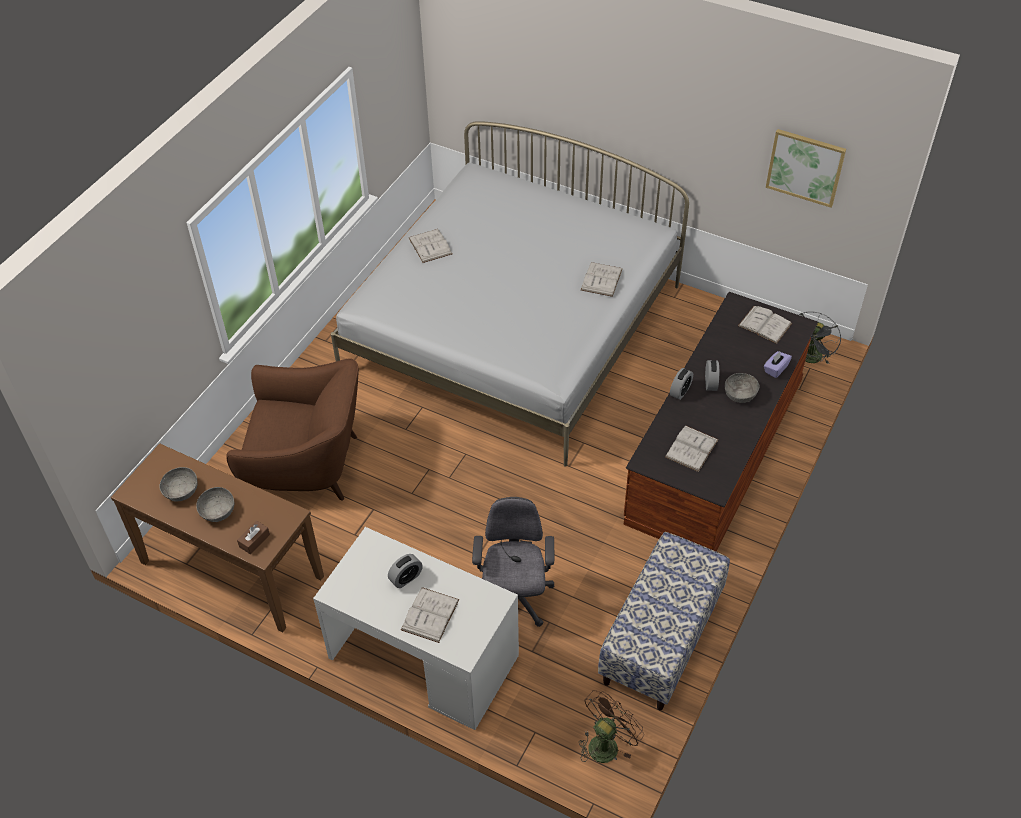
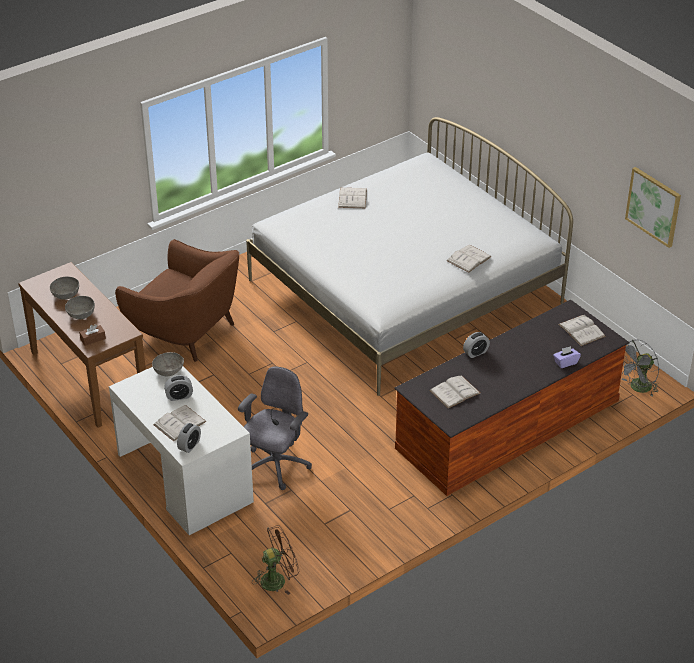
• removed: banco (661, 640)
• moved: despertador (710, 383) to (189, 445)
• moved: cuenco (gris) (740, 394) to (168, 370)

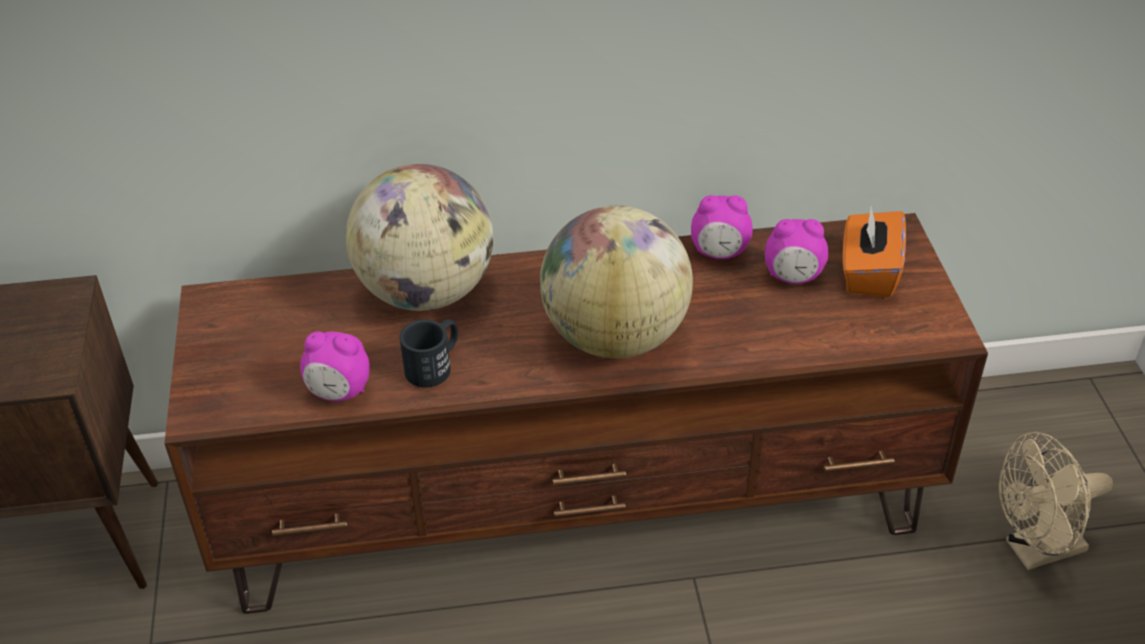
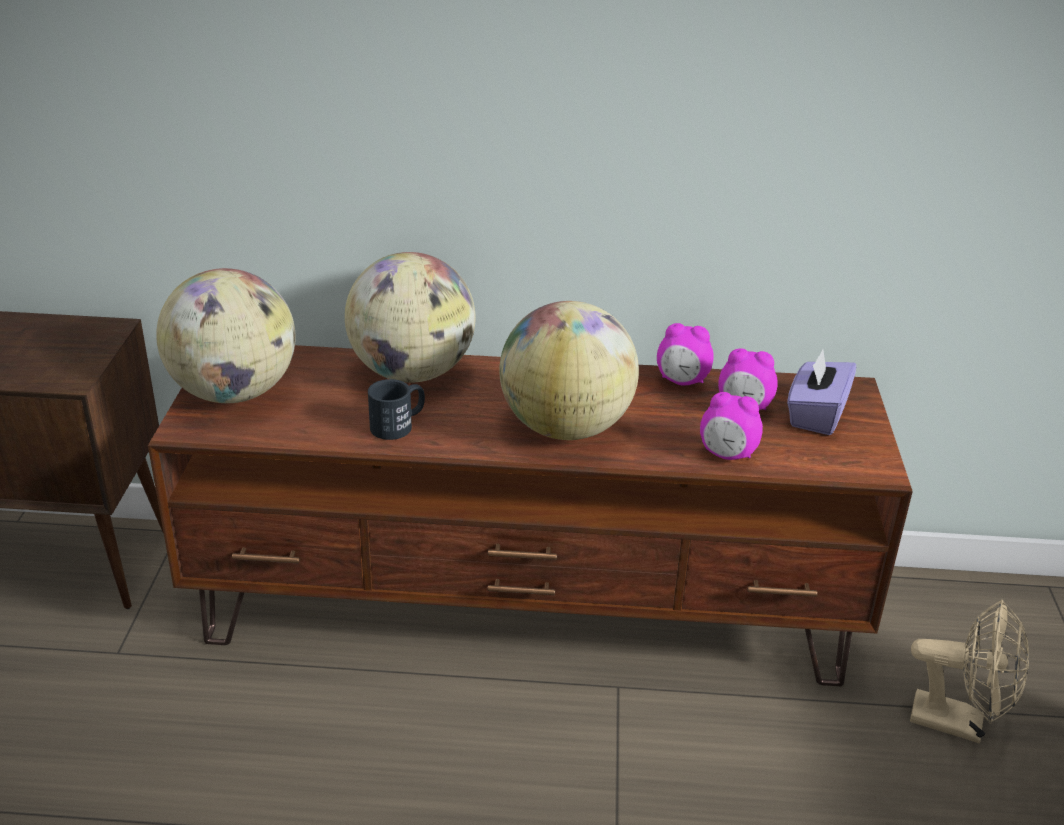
• added: globo terráqueo (234, 393)
• moved: despertador (339, 392) to (727, 455)
• recoloured: caja de pañuelos (naranja) (868, 273) to caja de pañuelos (morado) (816, 415)
• turned: ventilador (beis) (1035, 551) = (959, 723) 150 degrees counterclockwise

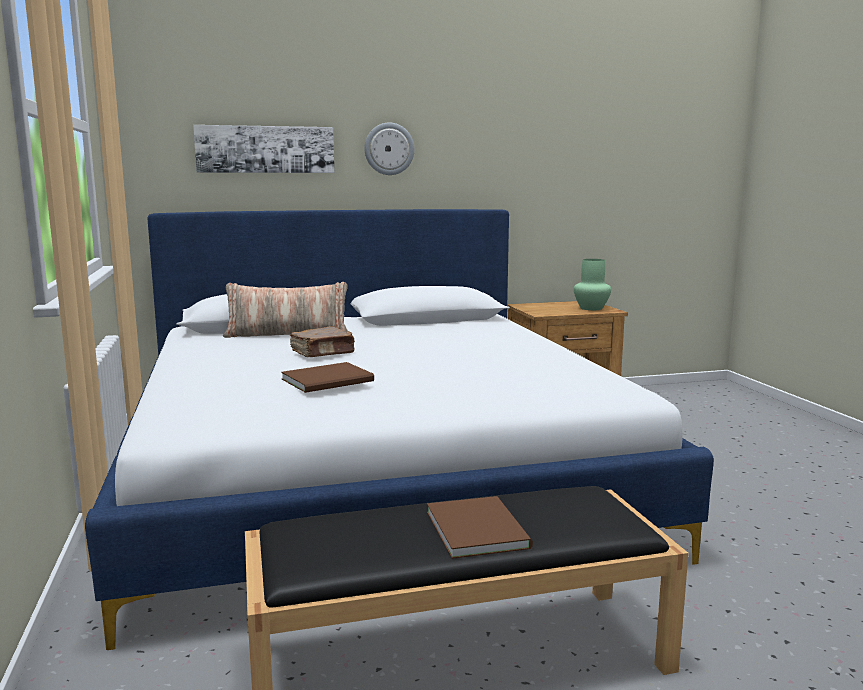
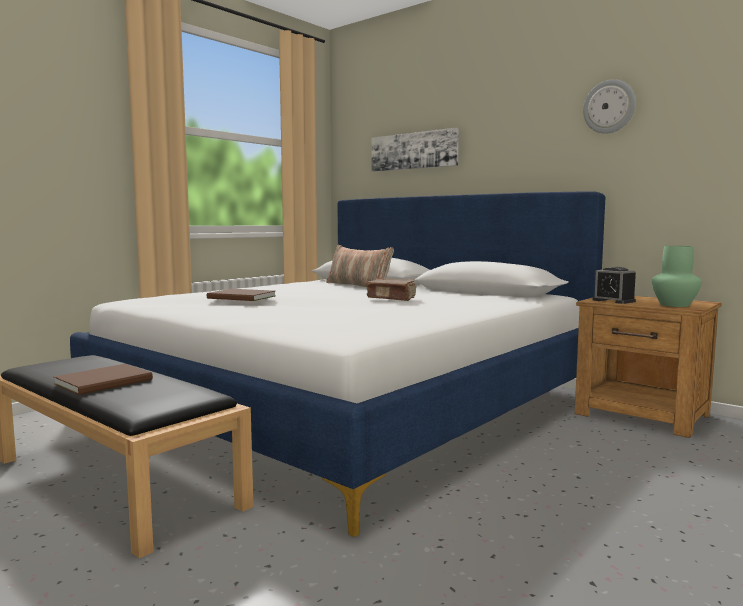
• added: despertador (613, 301)
• moved: libro (marrón) (323, 353) to (392, 298)
• moved: reloj de pared (389, 149) to (609, 107)

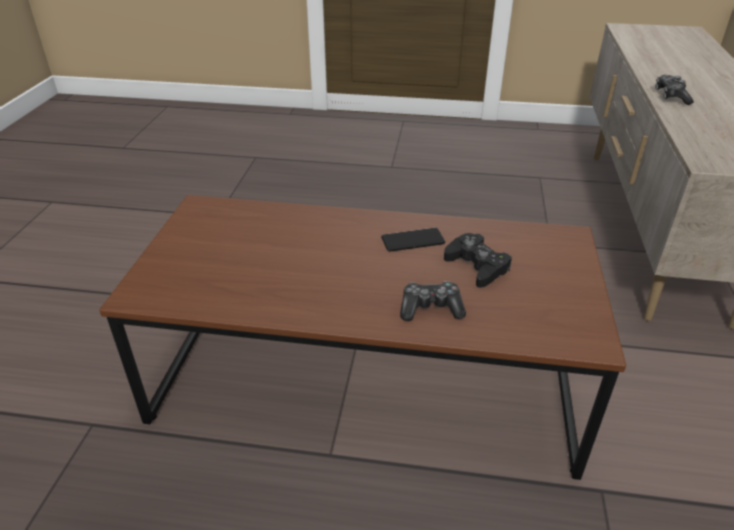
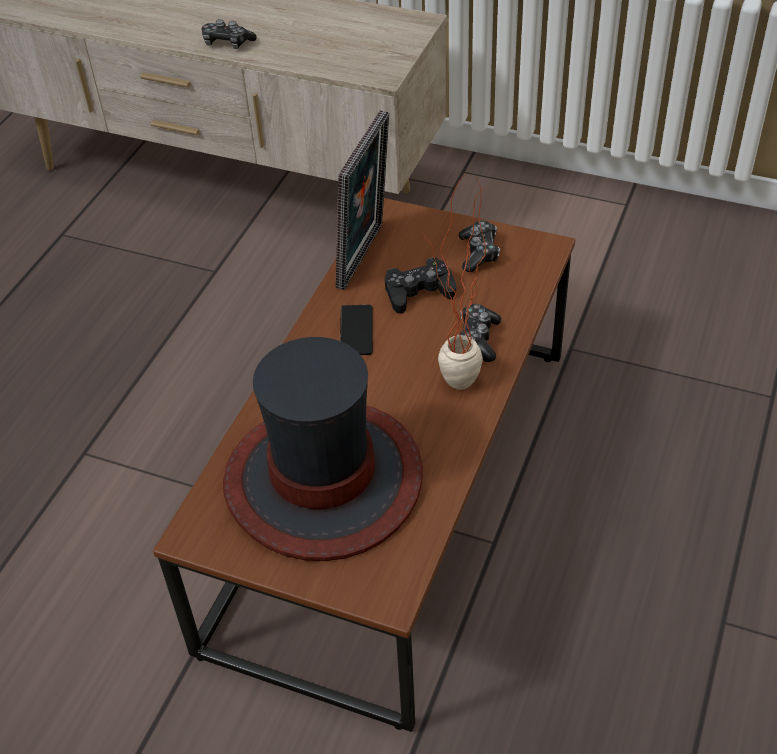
• added: sombrero (324, 480)
• added: portarretratos (366, 257)
• added: planta en maceta (454, 392)
• added: mando de consola (479, 253)

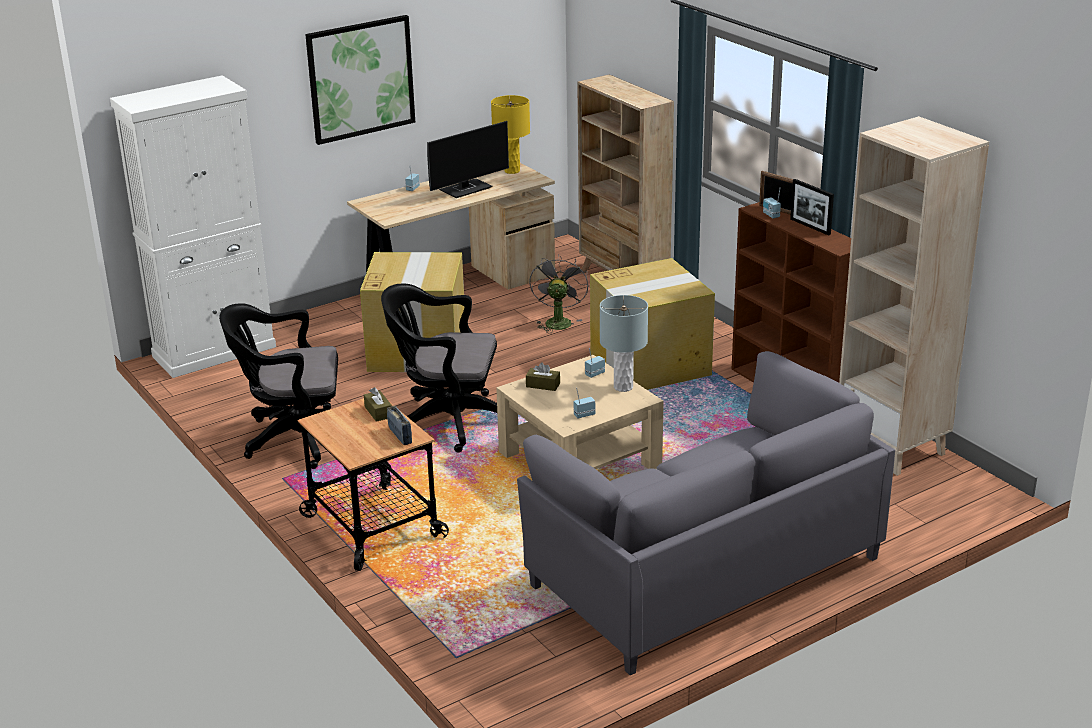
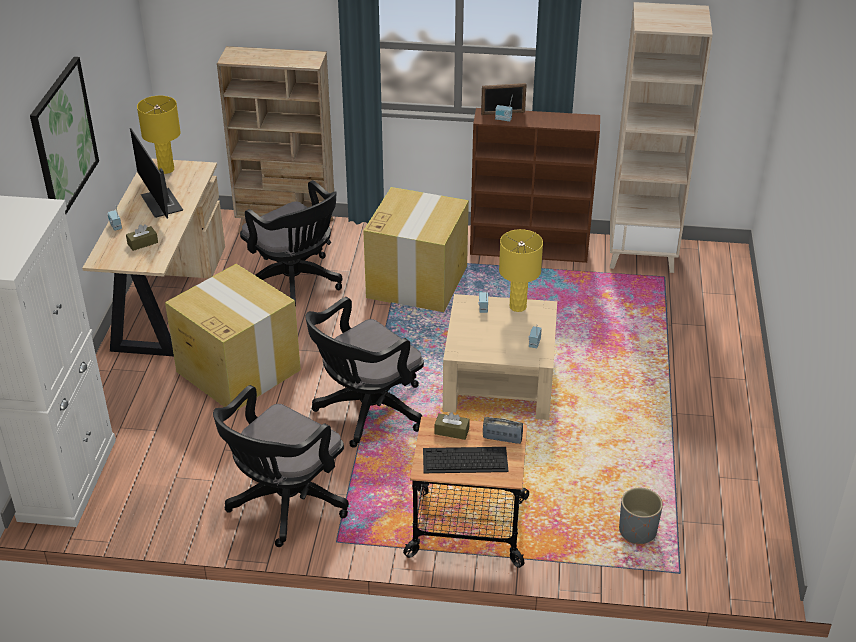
• removed: sofá (gris) (704, 571)
• removed: portarretratos (810, 227)
• added: teclado (464, 460)
• added: maceta (gris) (637, 531)
• moved: caja de pañuelos (marrón) (543, 385) to (142, 243)
• replaced: ventilador (gris) (557, 321) to silla de oficina (negro) (296, 284)
• recoloured: lámpara de mesa (gris) (623, 387) to lámpara de mesa (amarillo) (518, 306)
• turned: monitor (466, 189) = (162, 204) 150 degrees clockwise

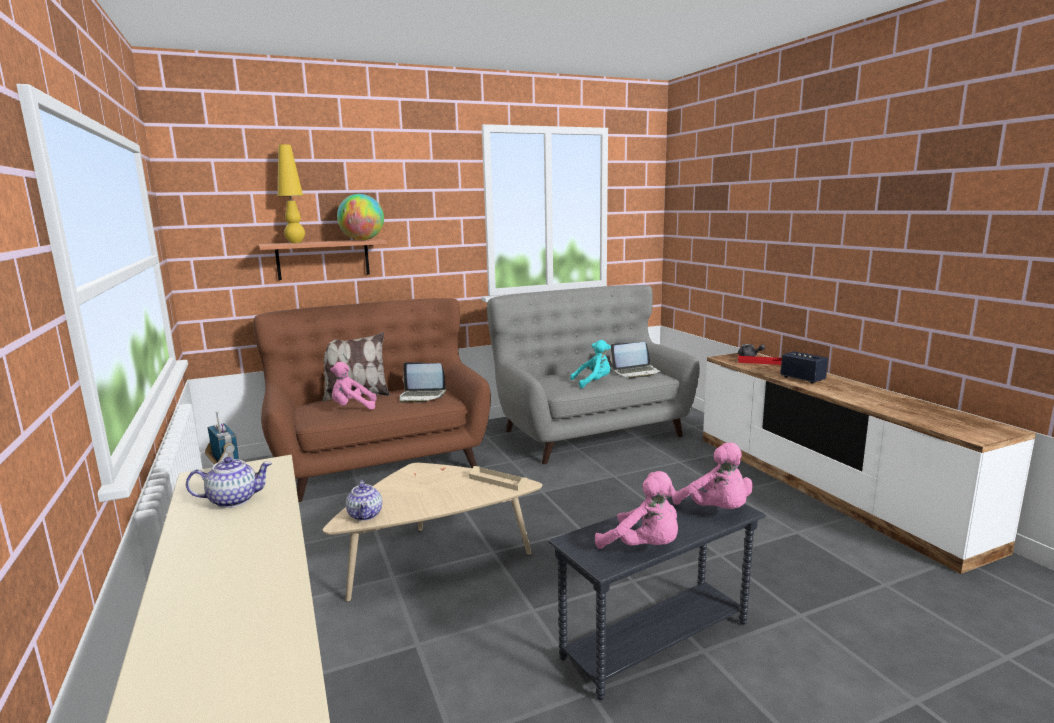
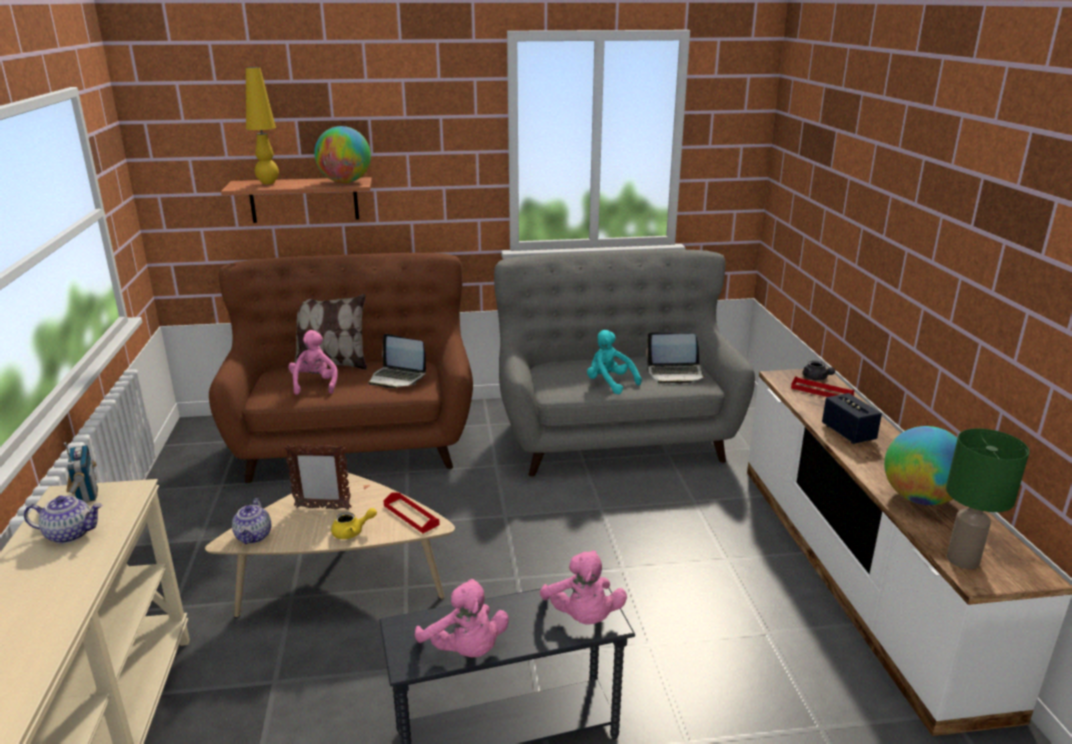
• added: portarretratos (322, 508)
• added: tetera (amarillo) (352, 532)
• added: globo terráqueo (919, 498)
• added: lámpara de mesa (verde) (963, 559)
• recoloured: bandeja (beis) (498, 481) to bandeja (rojo) (411, 515)
• turned: peluche (rosa) (352, 408) = (315, 384) 75 degrees clockwise
• turned: peluche (turquesa) (593, 382) = (609, 383) 135 degrees counterclockwise

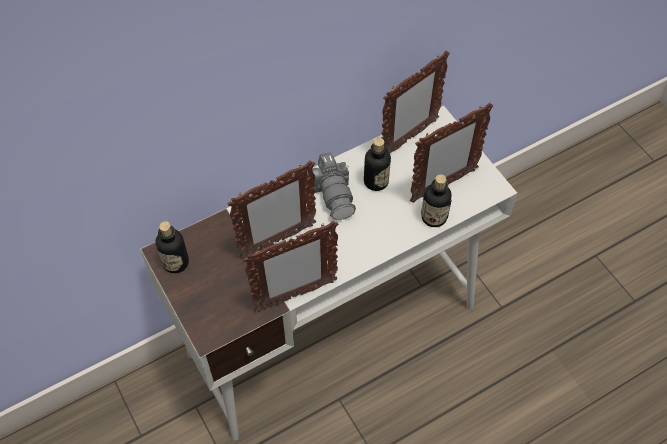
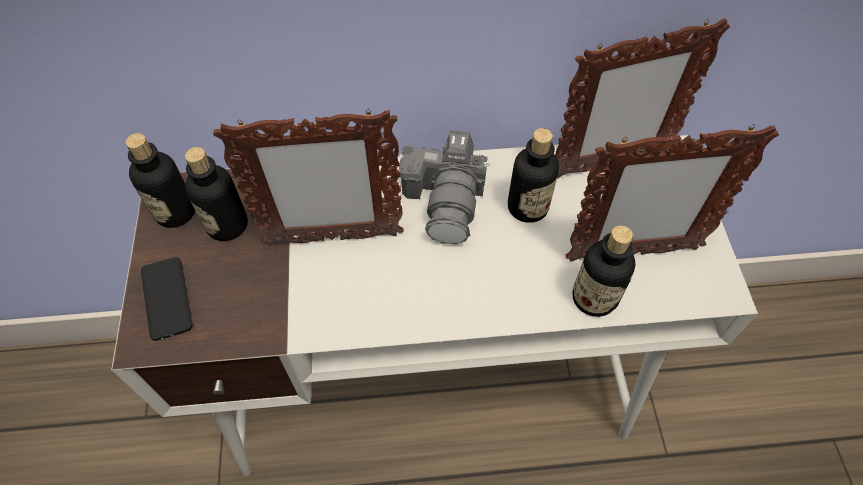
• removed: portarretratos (295, 296)
• added: móvil (166, 298)
• added: botella (227, 225)

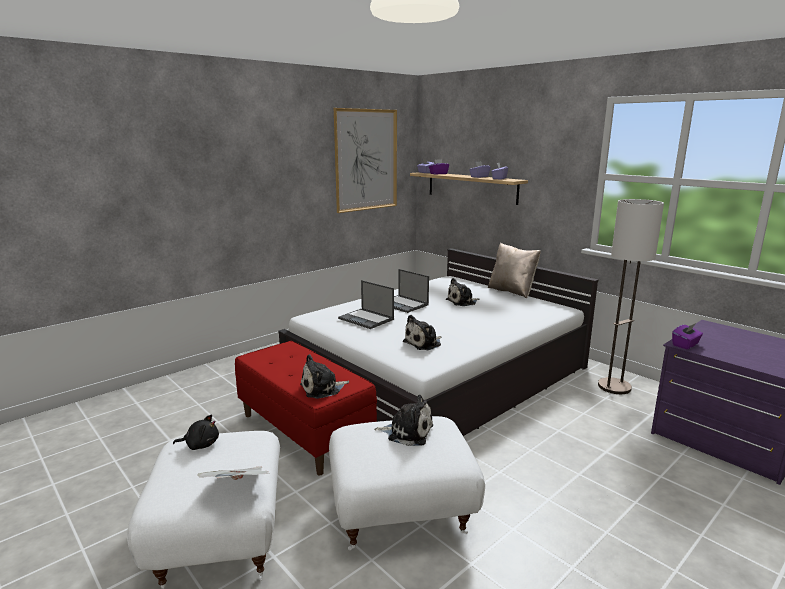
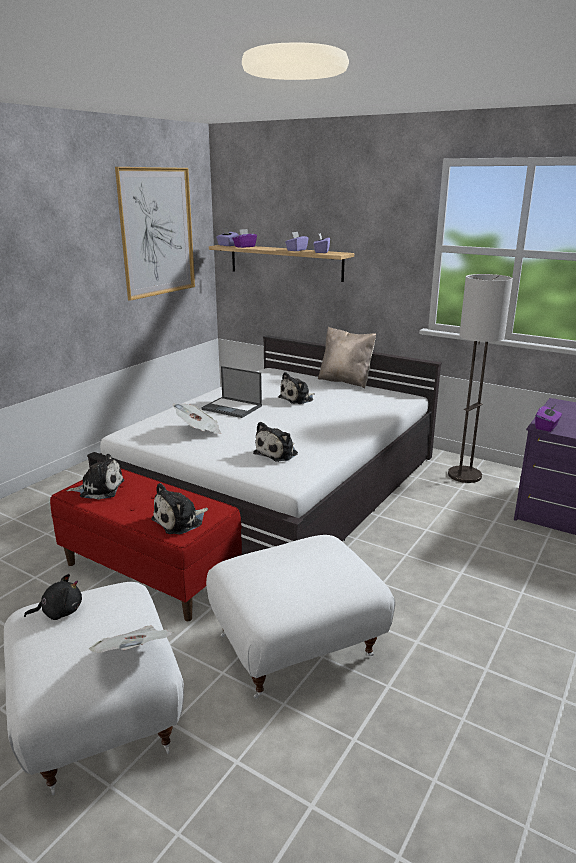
• moved: peluche (407, 432) to (99, 489)
• replaced: portátil (367, 319) to periódico (199, 430)

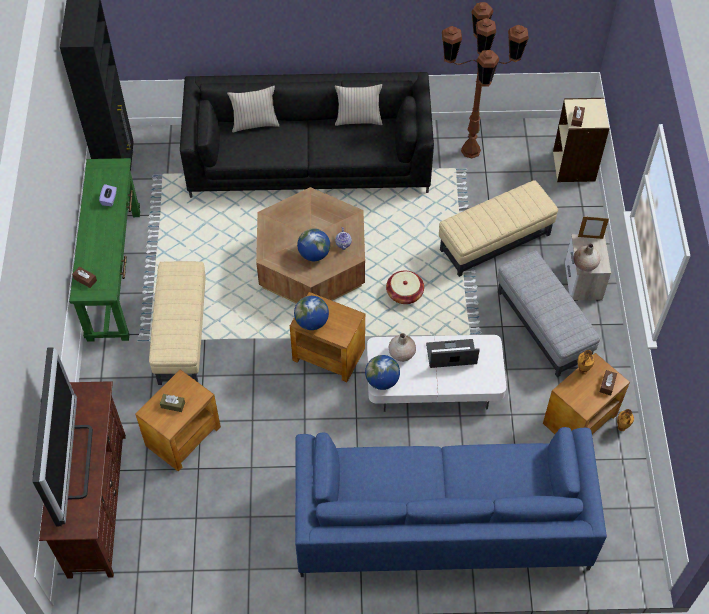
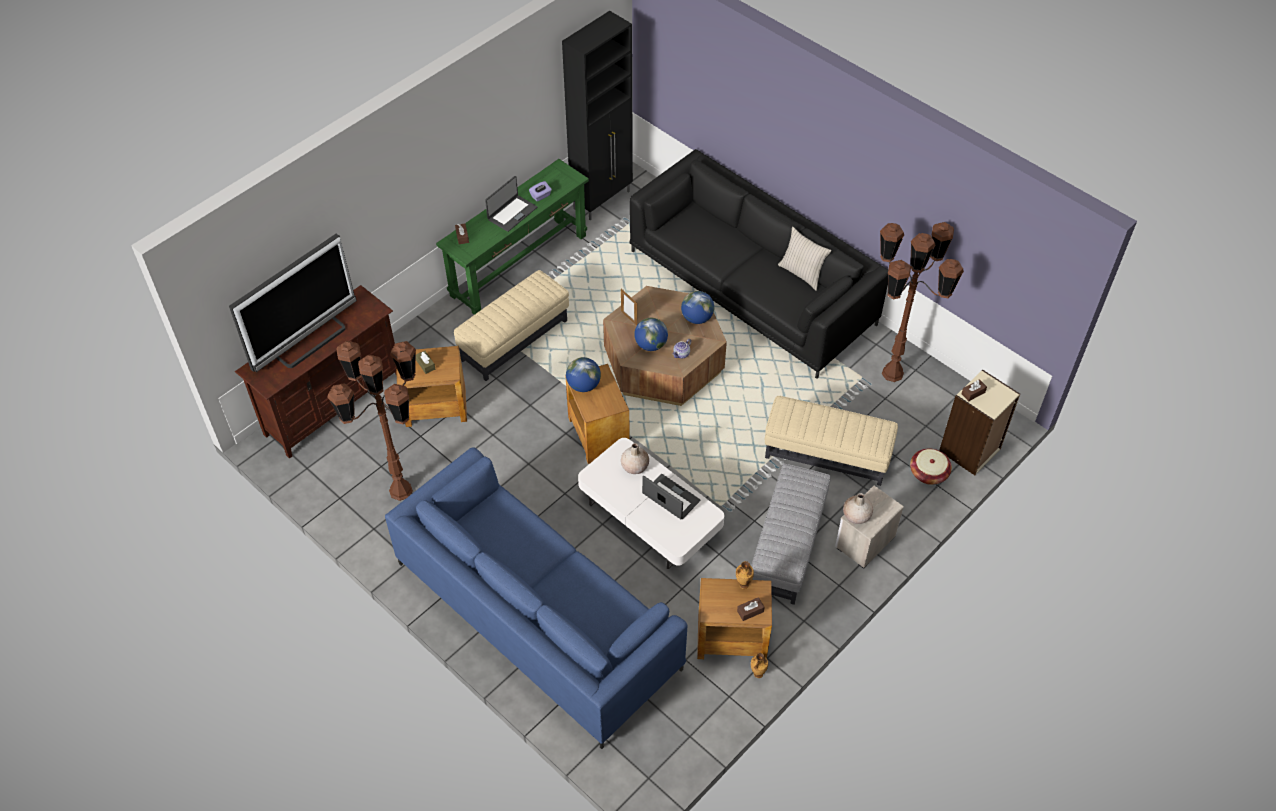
• removed: cojín (beis) (255, 123)
• added: lámpara de pie (marrón) (400, 491)
• added: portátil (512, 213)
• moved: globo terráqueo (382, 380) to (697, 318)
• moved: cesta (404, 293) to (928, 473)
• moved: portarretratos (590, 237) to (629, 318)

